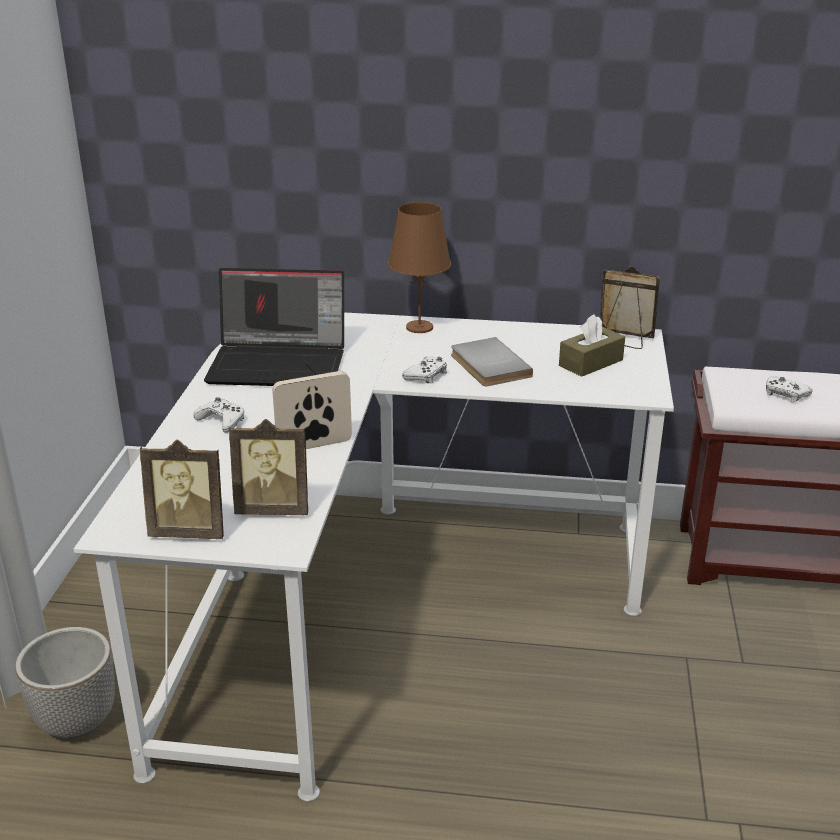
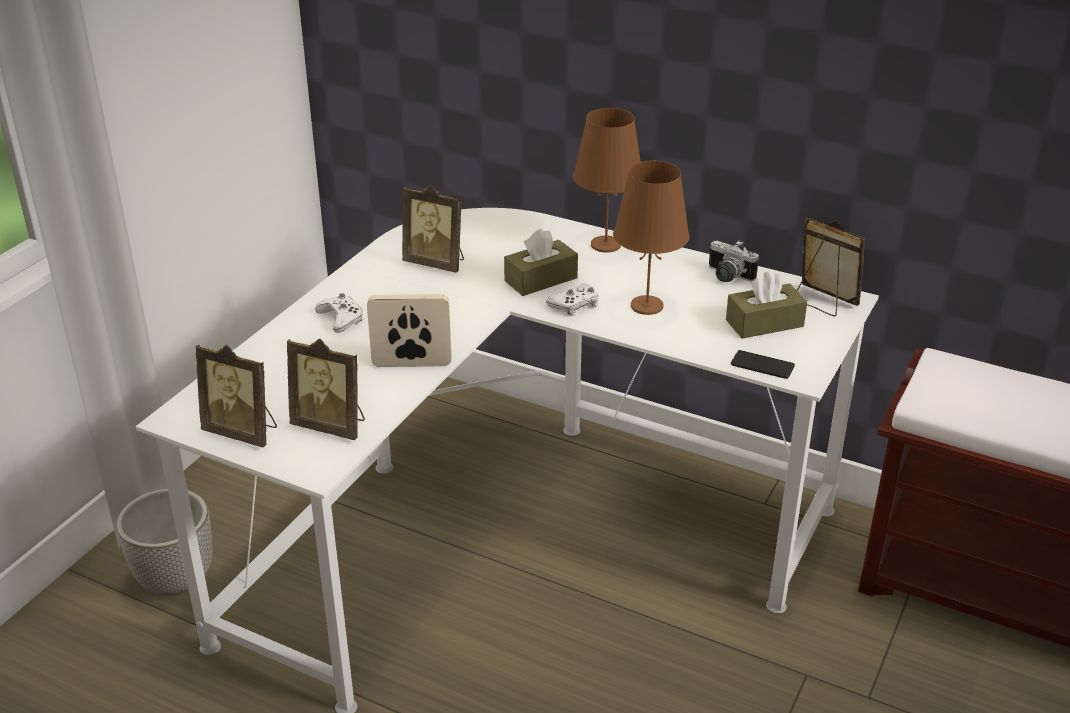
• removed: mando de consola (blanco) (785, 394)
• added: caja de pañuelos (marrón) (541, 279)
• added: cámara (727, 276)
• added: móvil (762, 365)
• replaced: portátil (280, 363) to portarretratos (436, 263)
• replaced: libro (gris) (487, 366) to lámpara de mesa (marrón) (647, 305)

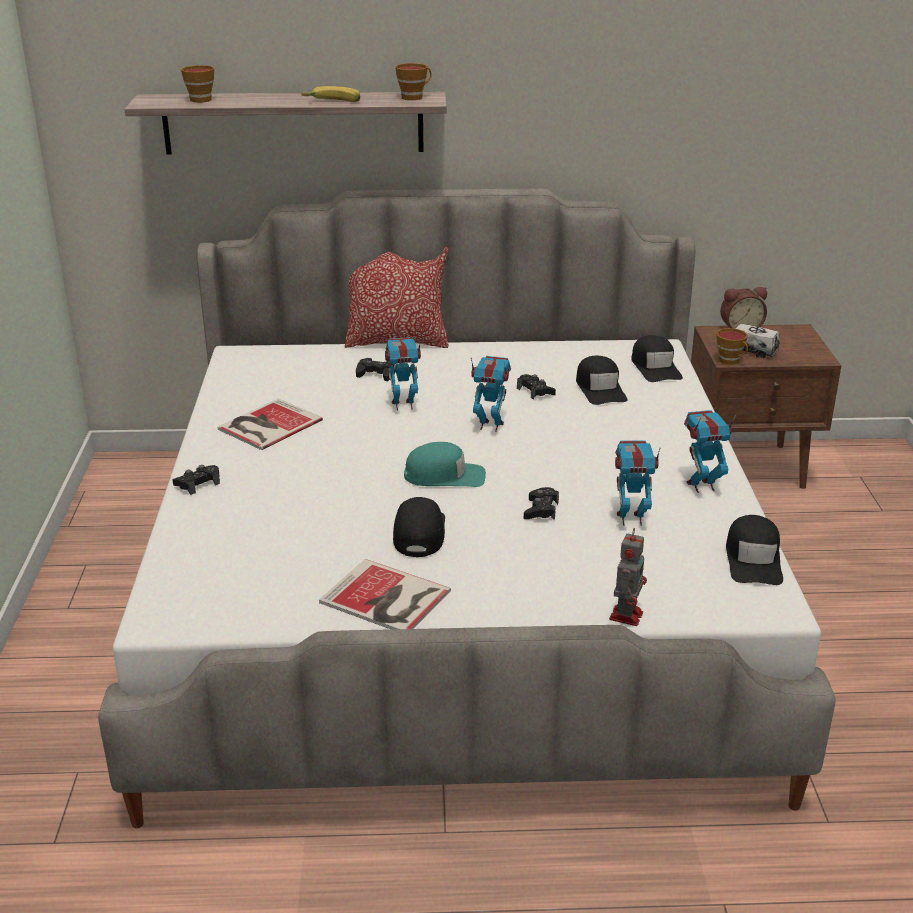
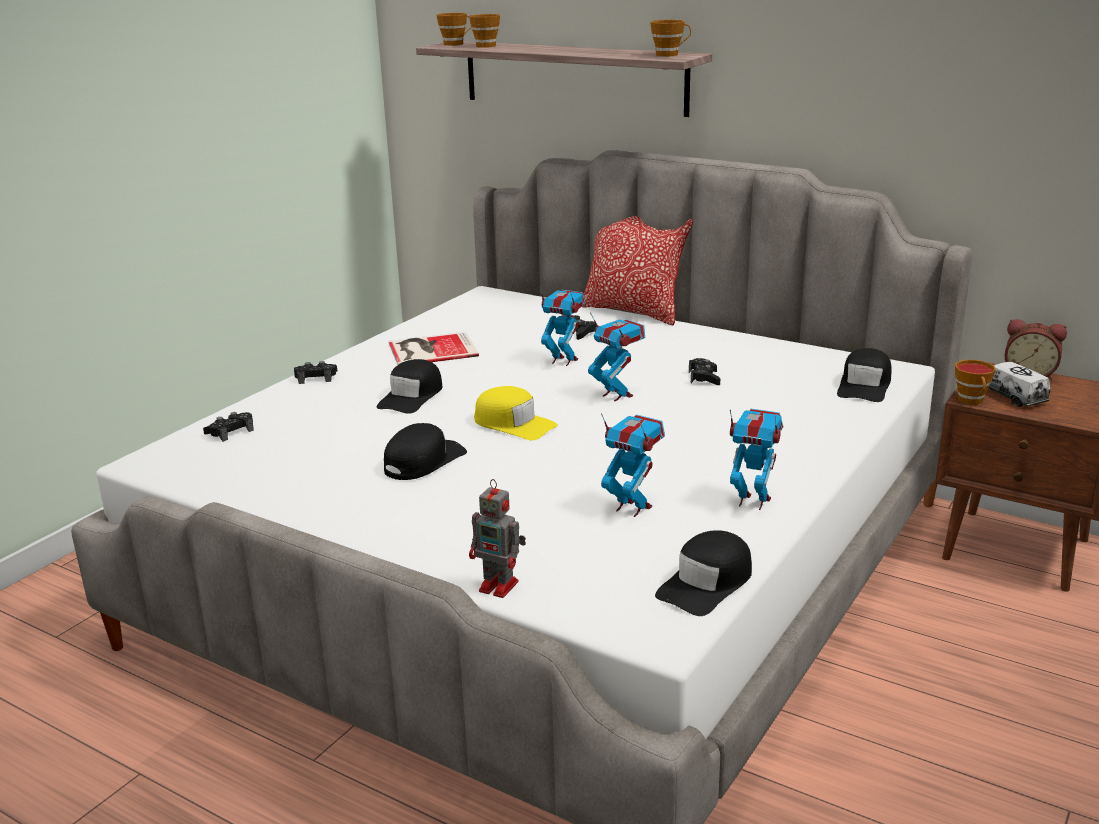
• removed: plátano (333, 102)
• removed: libro (386, 599)
• added: taza (456, 44)
• moved: mando de consola (negro) (541, 510) to (230, 432)
• moved: gorra (negro) (600, 389) to (412, 396)
• recoloured: gorra (turquesa) (445, 476) to gorra (amarillo) (514, 424)
• turned: robot de juguete (626, 615) = (500, 586) 60 degrees clockwise

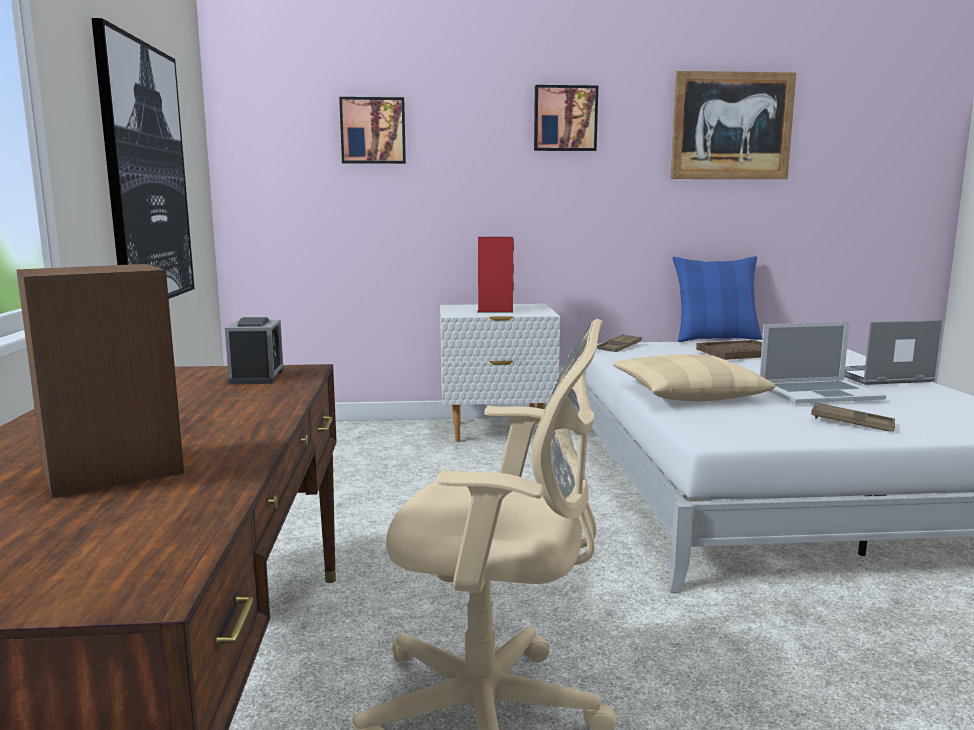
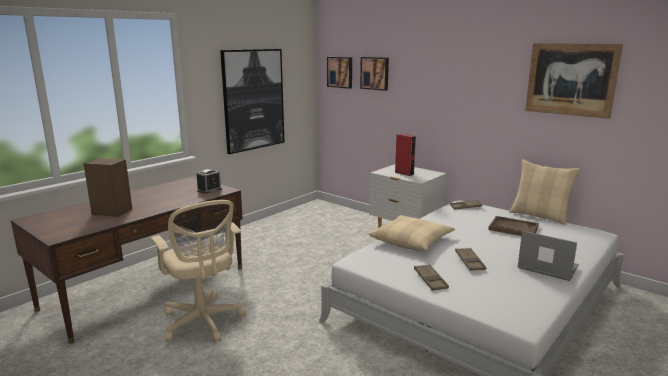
• moved: cuadro (565, 118) to (340, 72)
• replaced: portátil (819, 392) to bandeja (marrón) (469, 262)
• recoloured: cojín (azul) (715, 339) to cojín (beis) (539, 216)

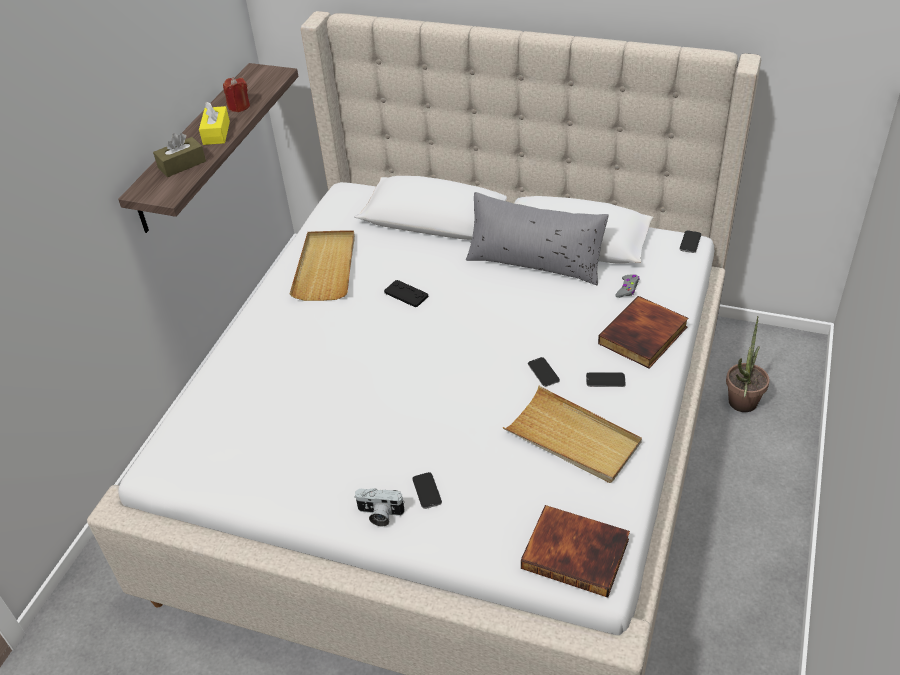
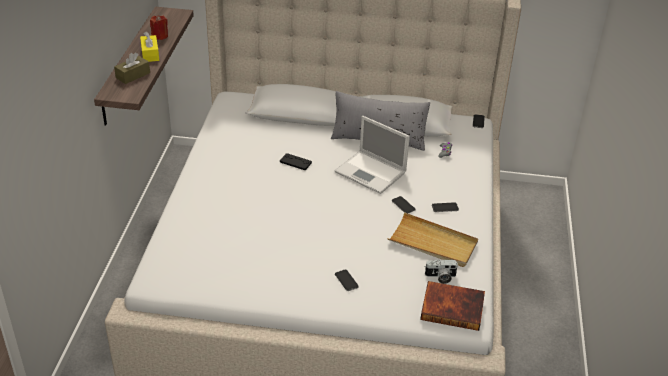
• removed: bandeja (beis) (326, 267)
• removed: libro (644, 336)
• removed: planta en maceta (740, 406)
• added: portátil (371, 172)
• moved: cámara (379, 514) to (440, 277)

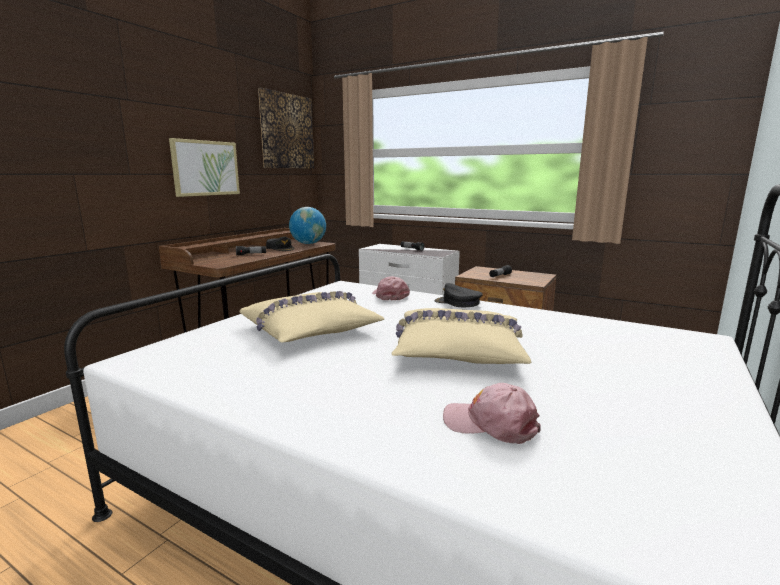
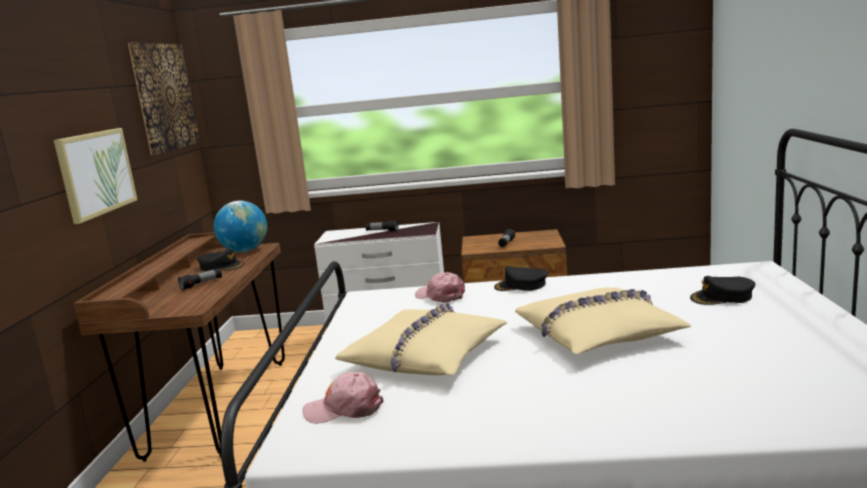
• added: gorra (negro) (722, 297)
• moved: gorra (rosa) (491, 423) to (344, 408)

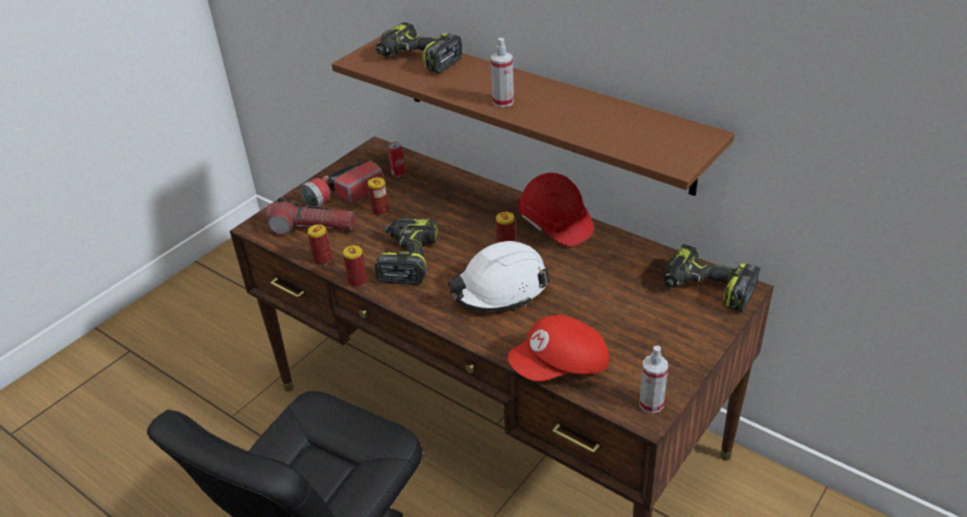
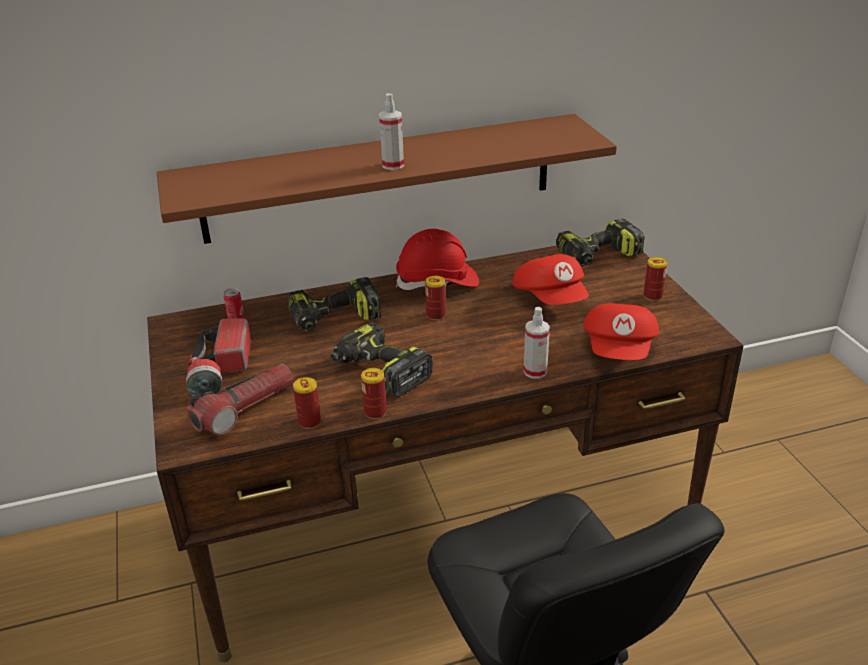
• removed: casco (blanco) (500, 289)
• added: gorra (rojo) (551, 298)
• moved: lata (380, 211) to (653, 296)
• moved: taladro (417, 60) to (334, 319)
• moved: pulverizador (651, 404) to (535, 371)

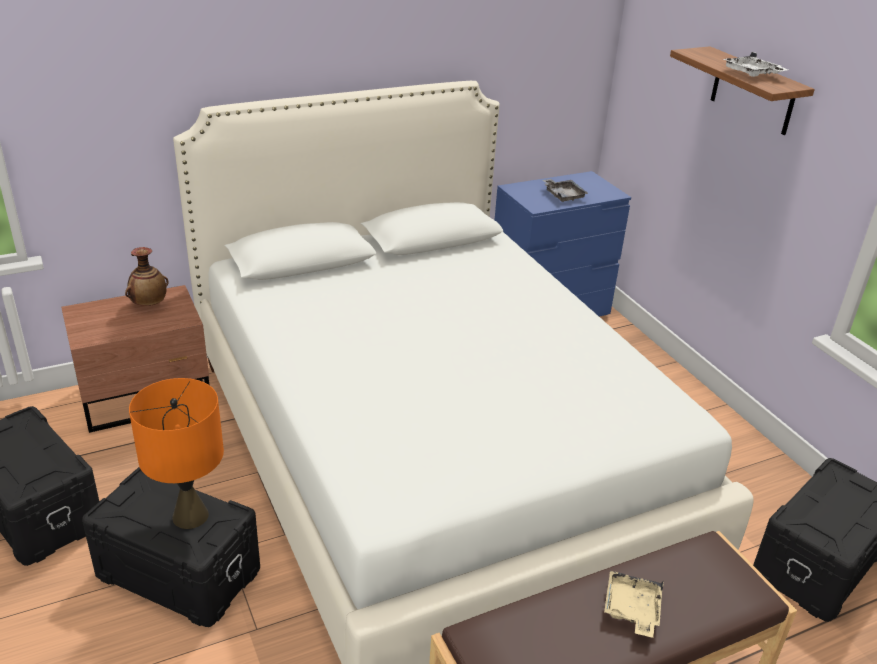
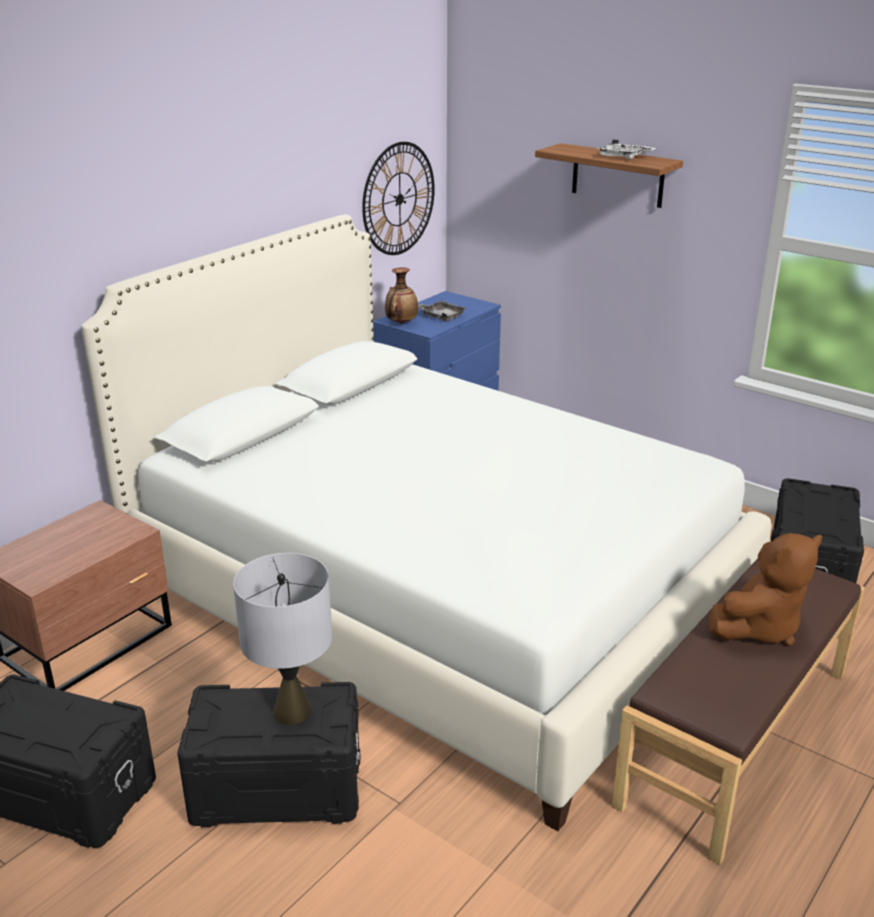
• added: reloj de pared (399, 199)
• moved: florero (149, 304) to (401, 323)
• replaced: bandeja (beis) (631, 609) to peluche (marrón) (759, 628)
• recoloured: lámpara de mesa (naranja) (190, 515) to lámpara de mesa (gris) (292, 710)

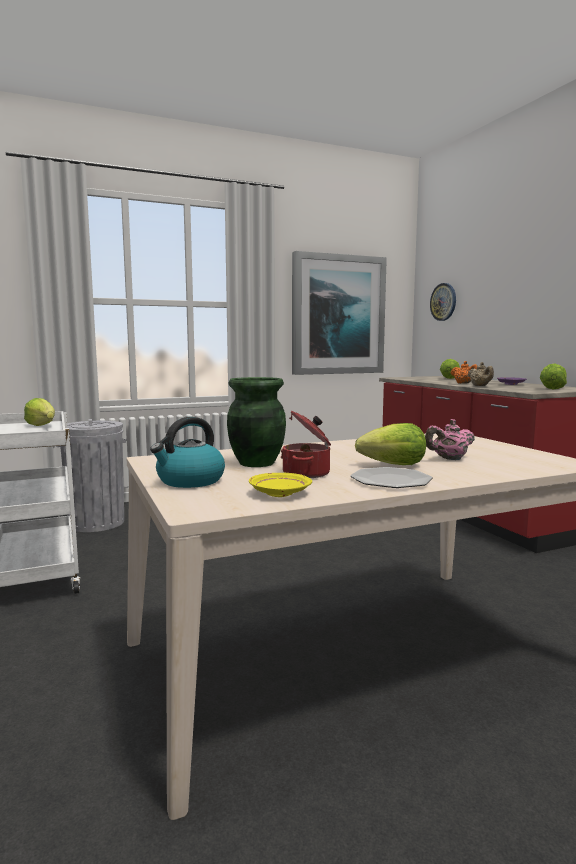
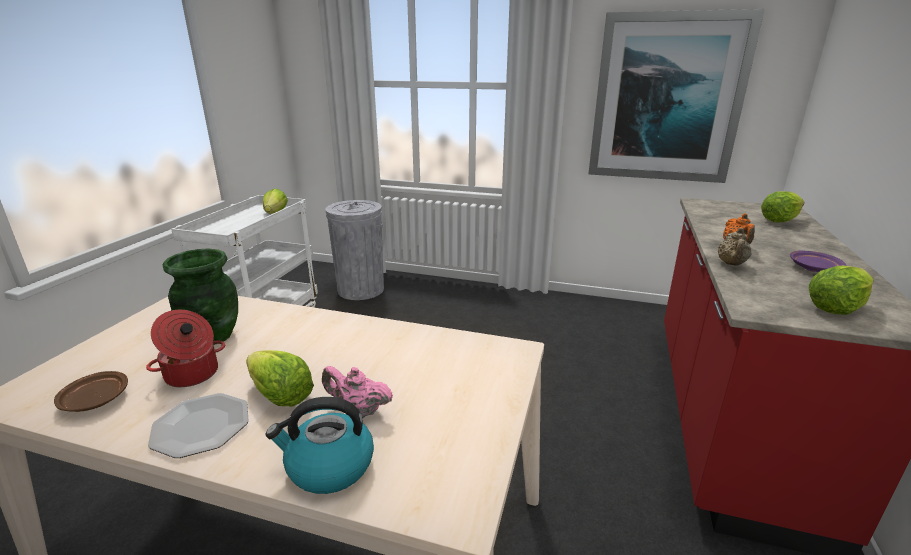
• removed: reloj de pared (443, 302)
• moved: hervidor (190, 481) to (329, 467)
• recoloured: plato (amarillo) (279, 493) to plato (marrón) (95, 400)

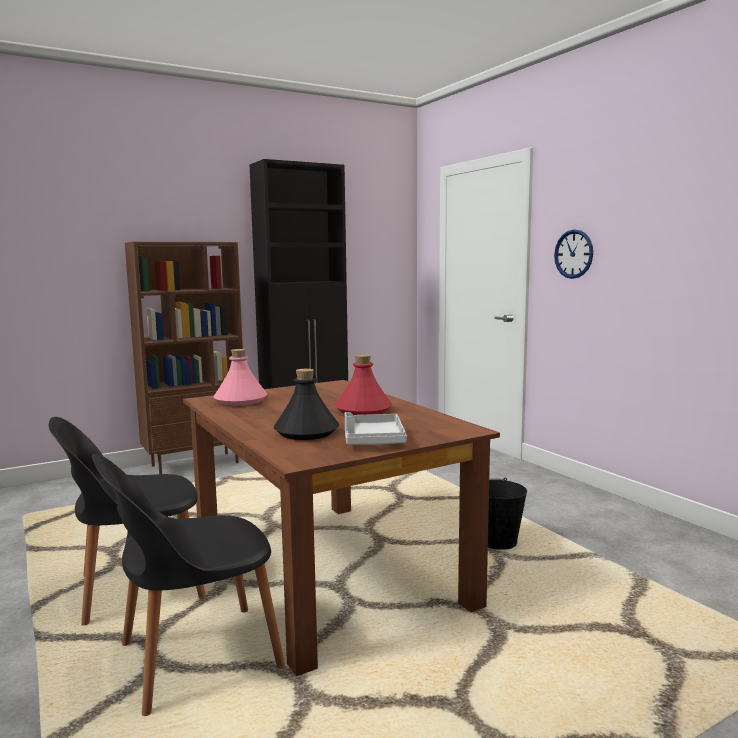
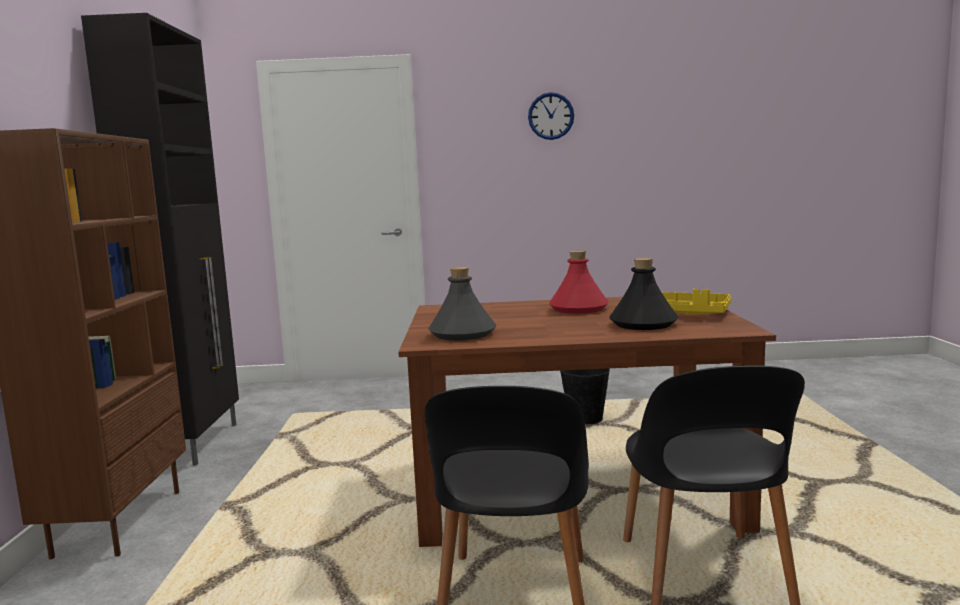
• moved: reloj de pared (573, 254) to (551, 116)
• recoloured: botella (rosa) (240, 401) to botella (gris) (463, 334)
• recoloured: bandeja (gris) (373, 440) to bandeja (amarillo) (692, 313)

